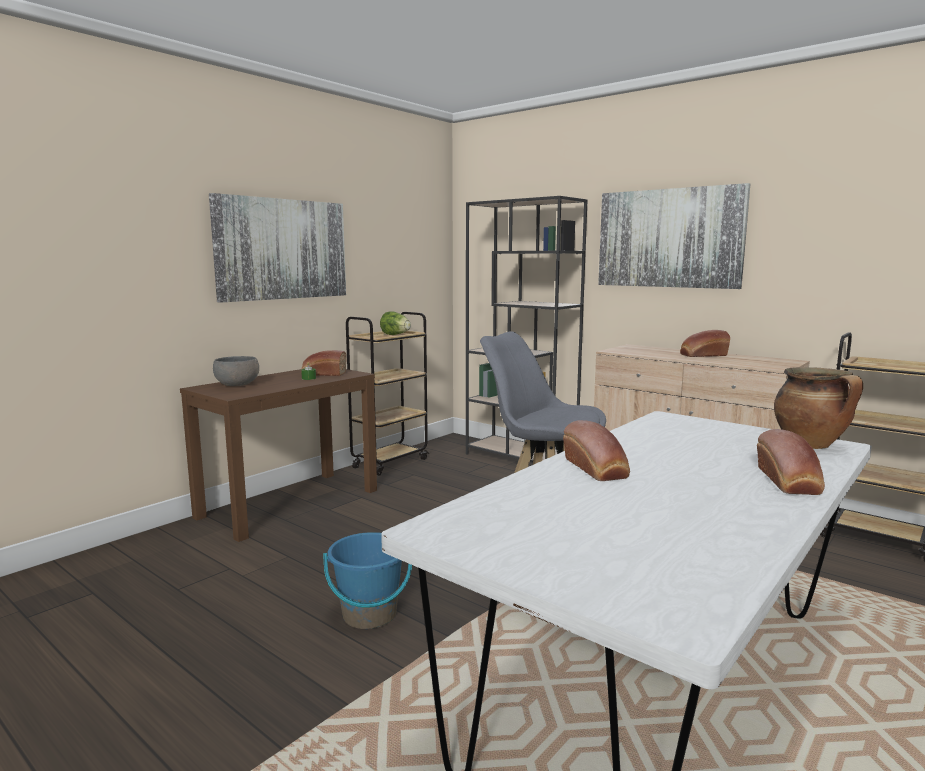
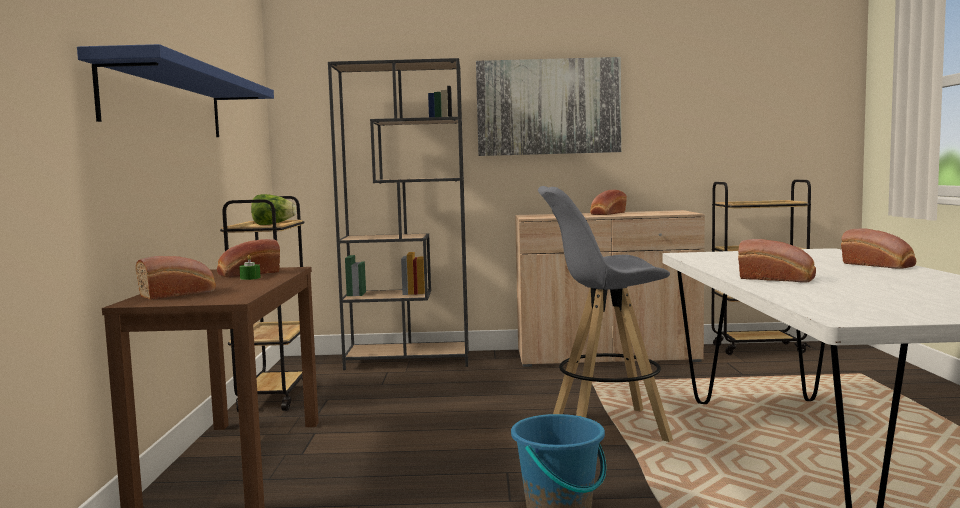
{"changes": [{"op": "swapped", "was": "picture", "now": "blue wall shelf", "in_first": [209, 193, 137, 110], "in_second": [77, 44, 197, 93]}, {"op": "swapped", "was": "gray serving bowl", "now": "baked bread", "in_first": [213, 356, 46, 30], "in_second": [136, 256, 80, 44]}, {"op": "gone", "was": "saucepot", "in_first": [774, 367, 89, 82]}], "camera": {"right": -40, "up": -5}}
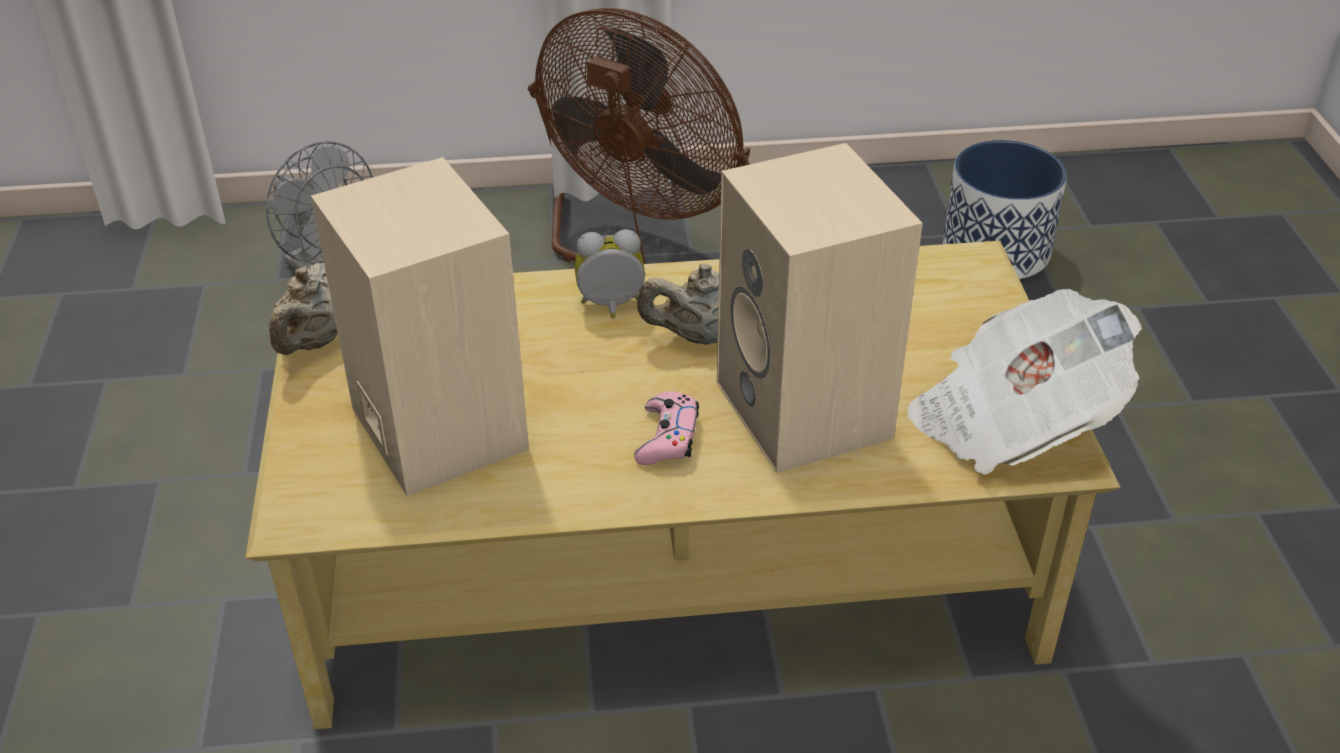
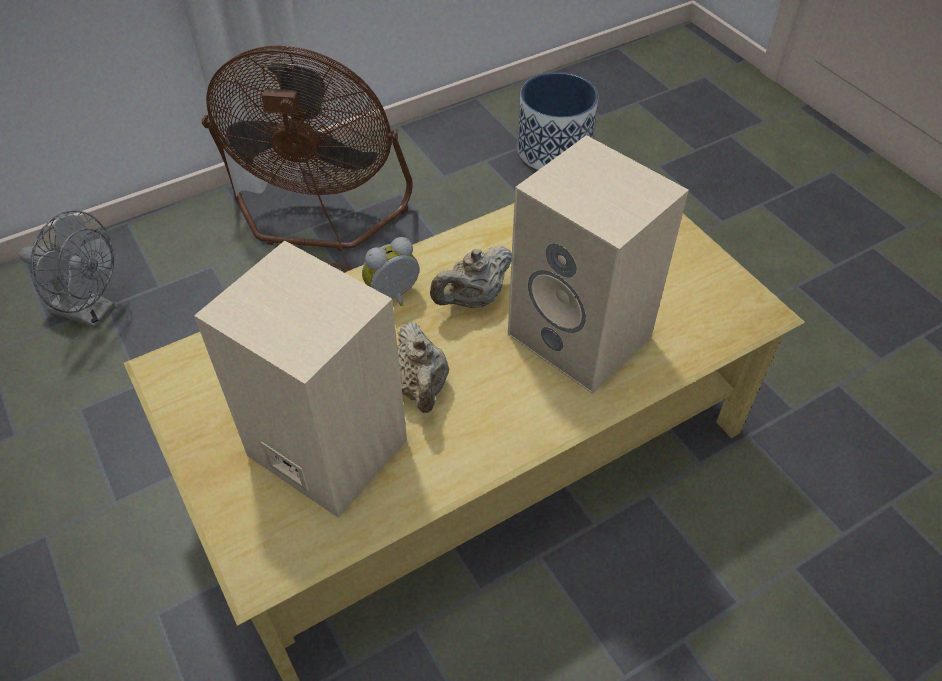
{"changes": [{"op": "shifted", "was": "sand-coloured pot for tea", "in_first": [269, 263, 69, 92], "in_second": [397, 322, 52, 91]}, {"op": "gone", "was": "pink-coloured game controller", "in_first": [634, 391, 65, 74]}, {"op": "gone", "was": "daily paper", "in_first": [908, 289, 234, 186]}], "camera": {"right": -25, "up": 10}}
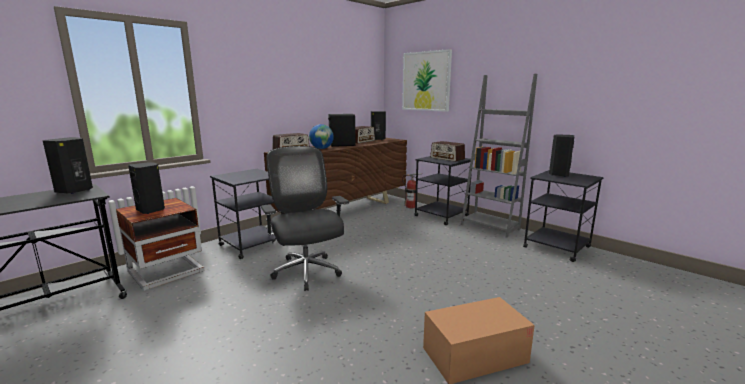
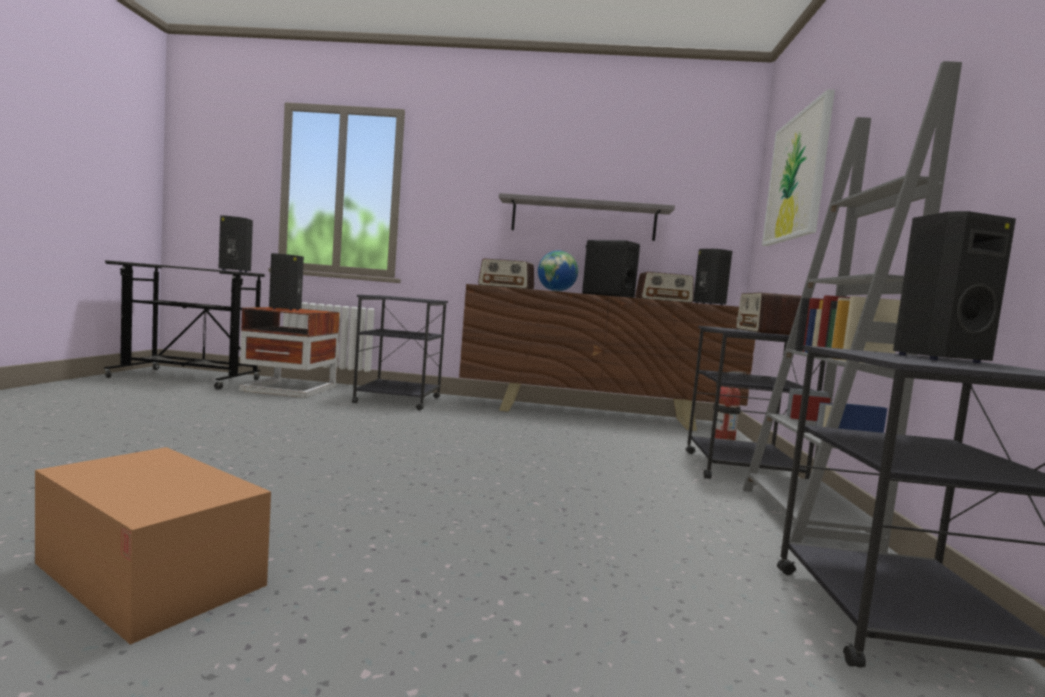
{"changes": [{"op": "gone", "was": "desk chair", "in_first": [261, 146, 88, 145]}, {"op": "new", "now": "gray wall shelf", "in_second": [499, 193, 176, 48]}], "camera": {"right": 50, "up": -10}}
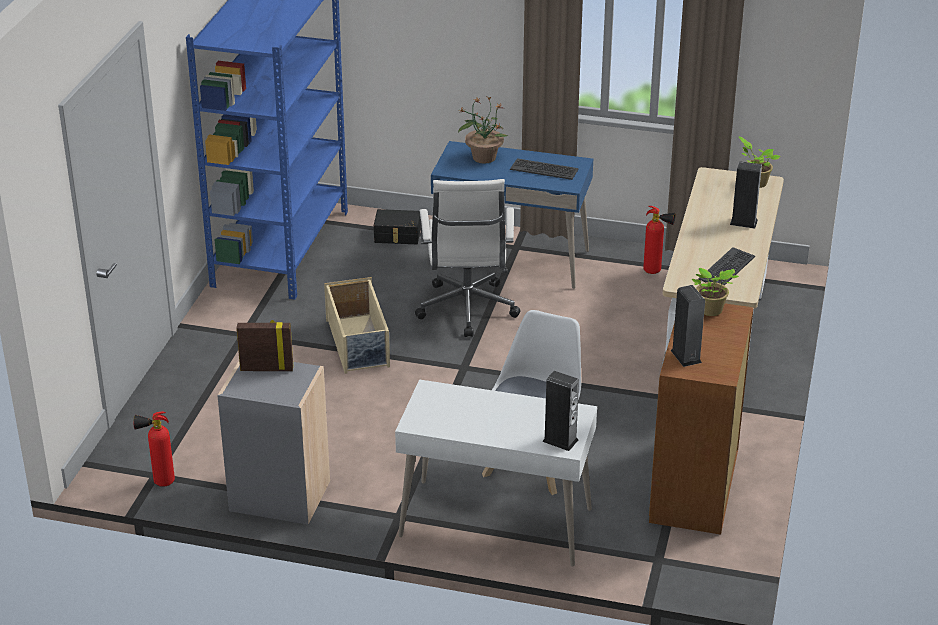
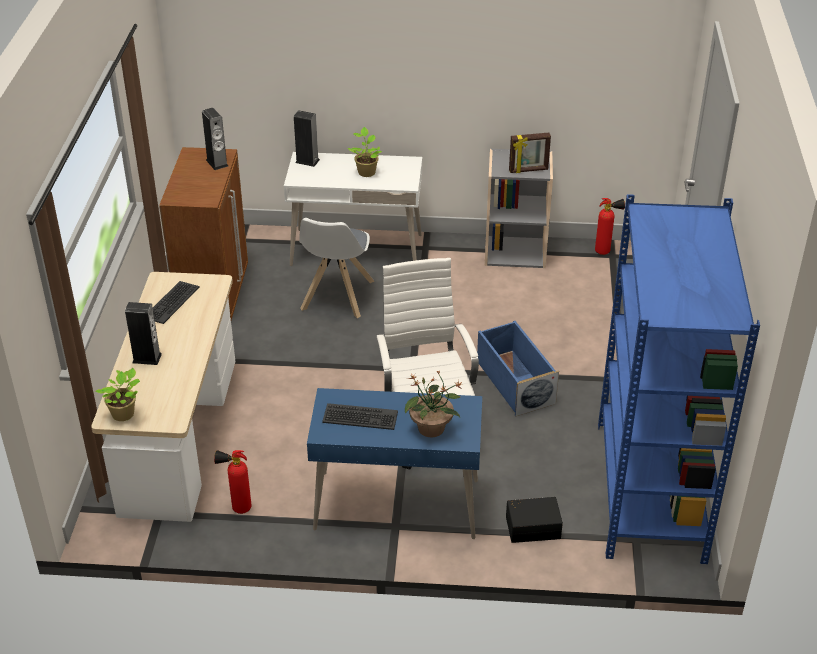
{"changes": [{"op": "repainted", "was": "sand-coloured storage bin", "now": "blue storage bin", "in_first": [324, 277, 66, 97], "in_second": [477, 321, 82, 96]}, {"op": "shifted", "was": "houseplant", "in_first": [692, 268, 47, 48], "in_second": [348, 127, 34, 50]}], "camera": {"right": 170, "up": 5}}
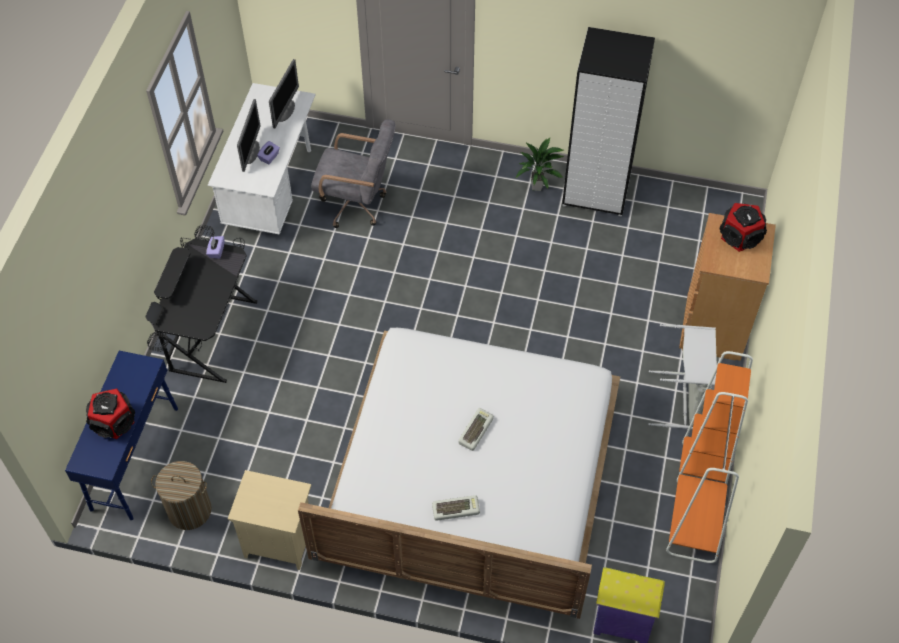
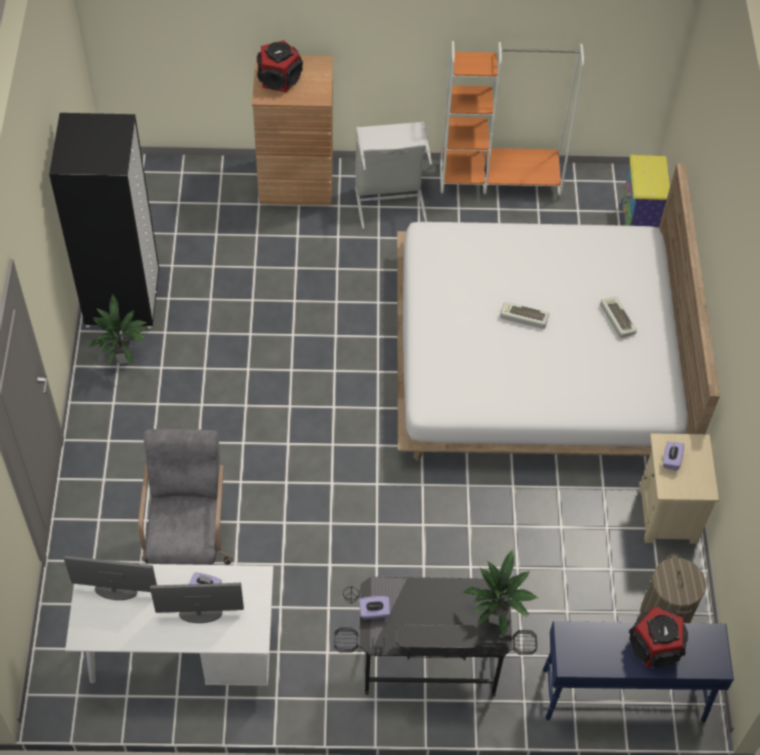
{"changes": [{"op": "new", "now": "houseplant", "in_second": [462, 549, 76, 88]}, {"op": "new", "now": "purple tissue holder", "in_second": [663, 442, 21, 29]}], "camera": {"right": -105, "up": 0}}
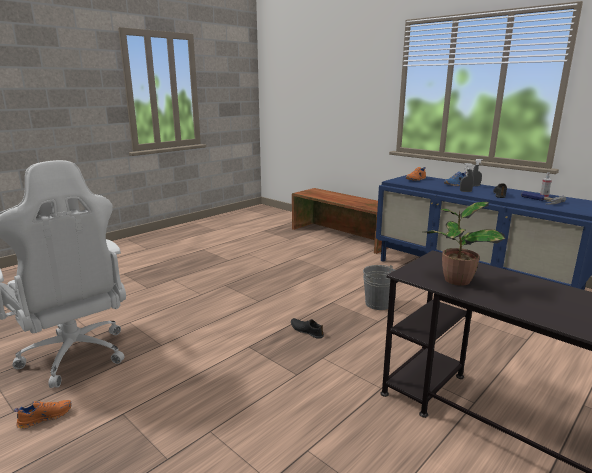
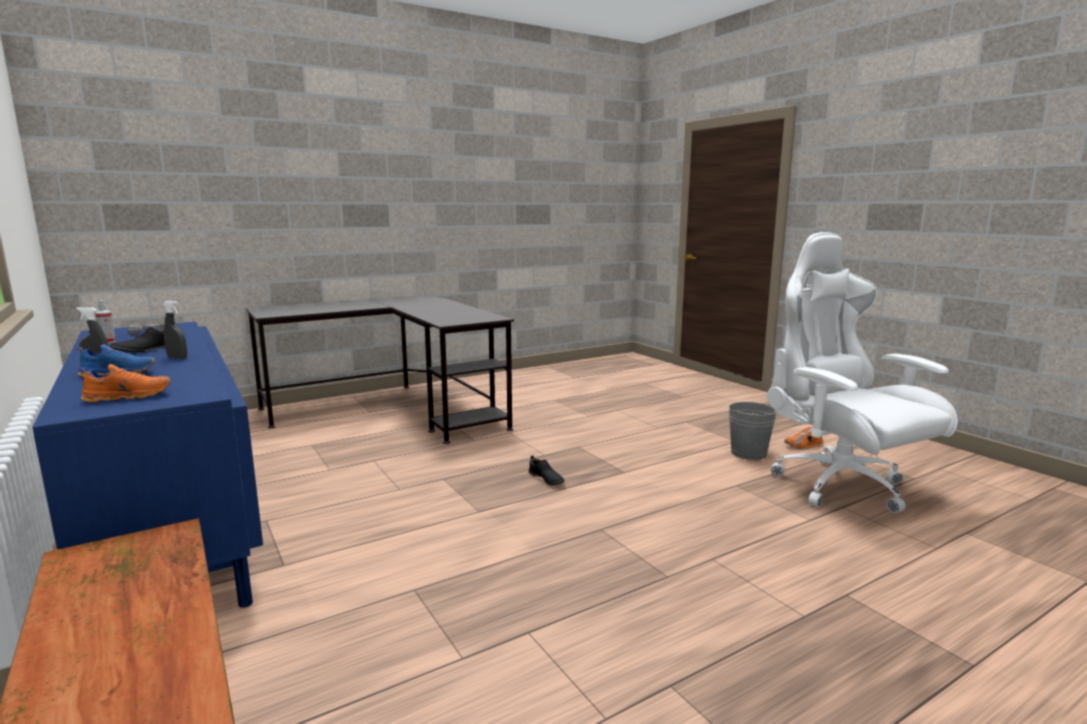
{"changes": [{"op": "shifted", "was": "gray bucket", "in_first": [363, 265, 32, 45], "in_second": [729, 402, 47, 58]}, {"op": "gone", "was": "houseplant", "in_first": [424, 202, 82, 84]}], "camera": {"right": -165, "up": -5}}
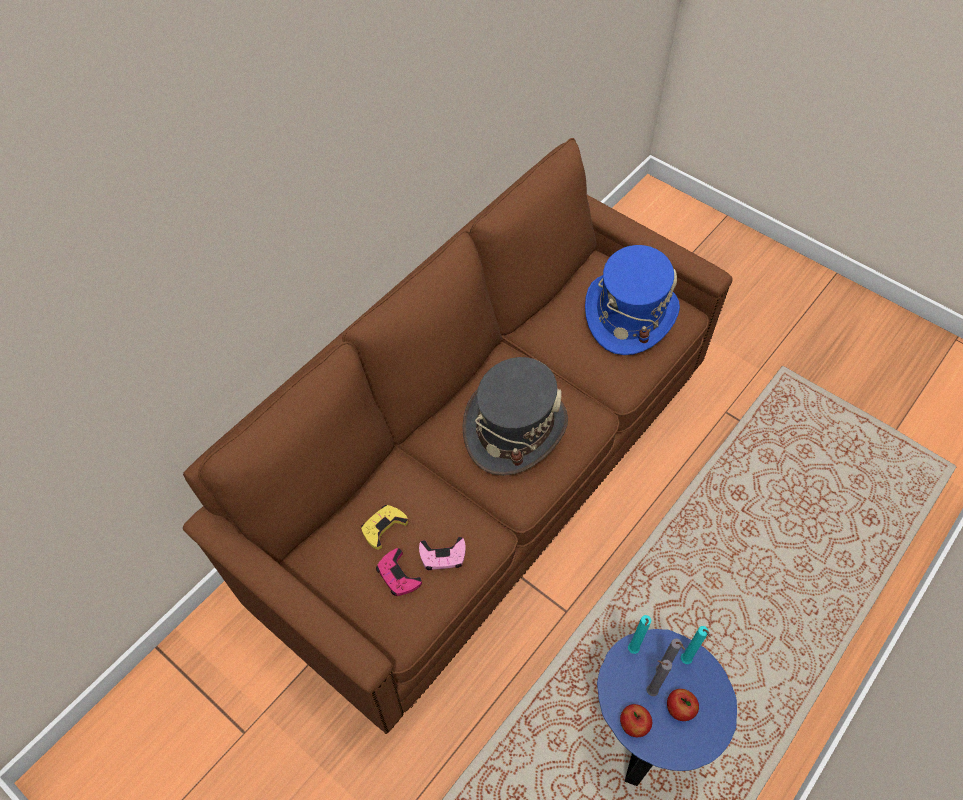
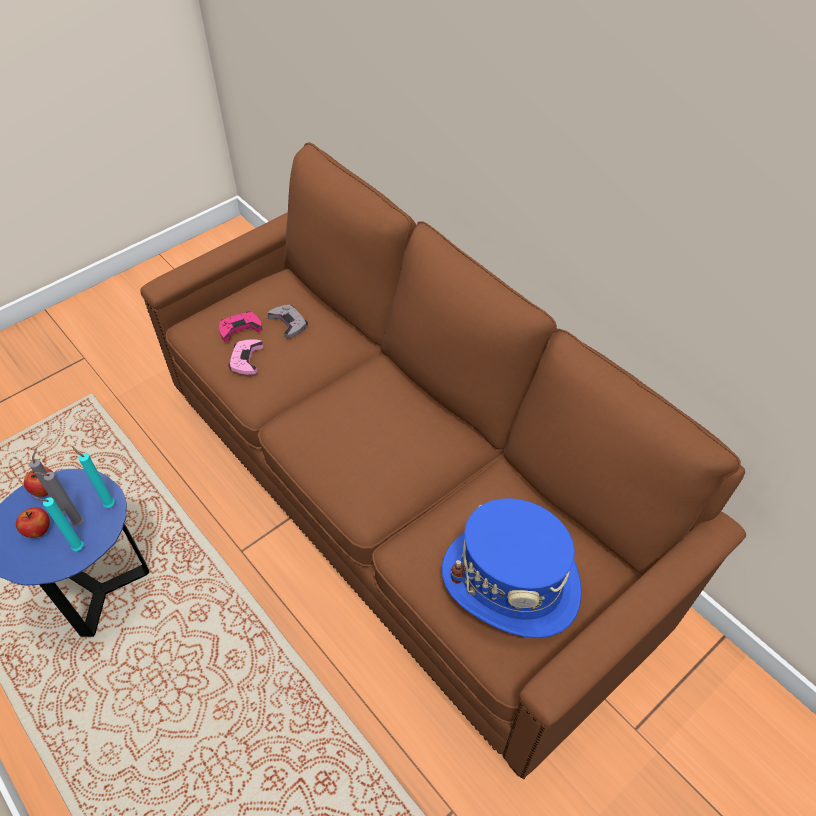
{"changes": [{"op": "repainted", "was": "yellowish game controller", "now": "gray game controller", "in_first": [361, 505, 47, 45], "in_second": [268, 305, 40, 34]}, {"op": "gone", "was": "gray hat", "in_first": [462, 357, 106, 119]}], "camera": {"right": 100, "up": -5}}
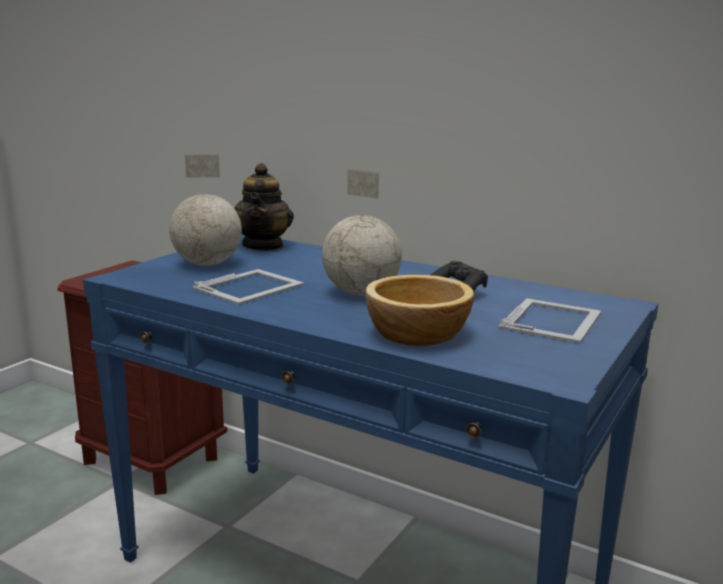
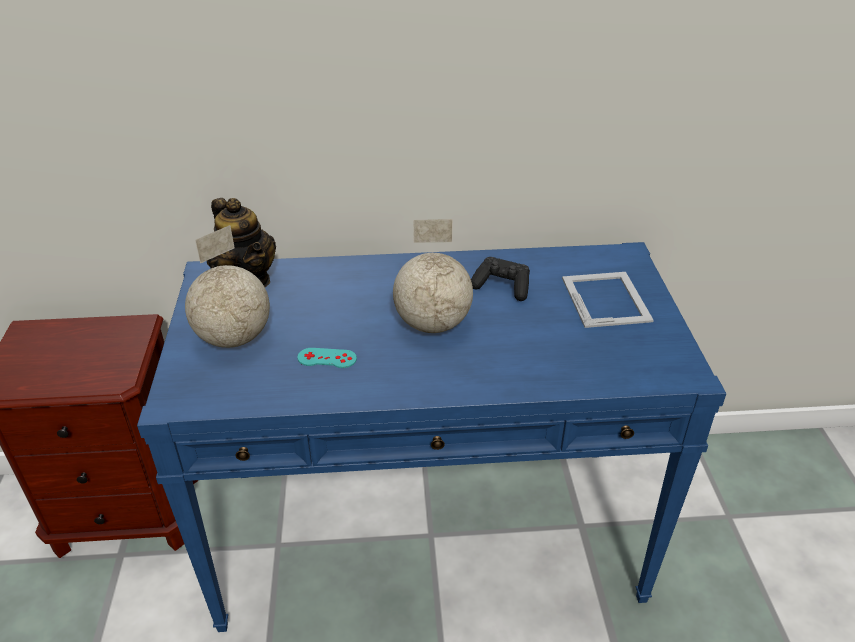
{"changes": [{"op": "swapped", "was": "picture frame", "now": "blue-green game controller", "in_first": [193, 269, 111, 36], "in_second": [297, 348, 60, 20]}, {"op": "gone", "was": "serving bowl", "in_first": [365, 275, 109, 71]}], "camera": {"right": -35, "up": 20}}
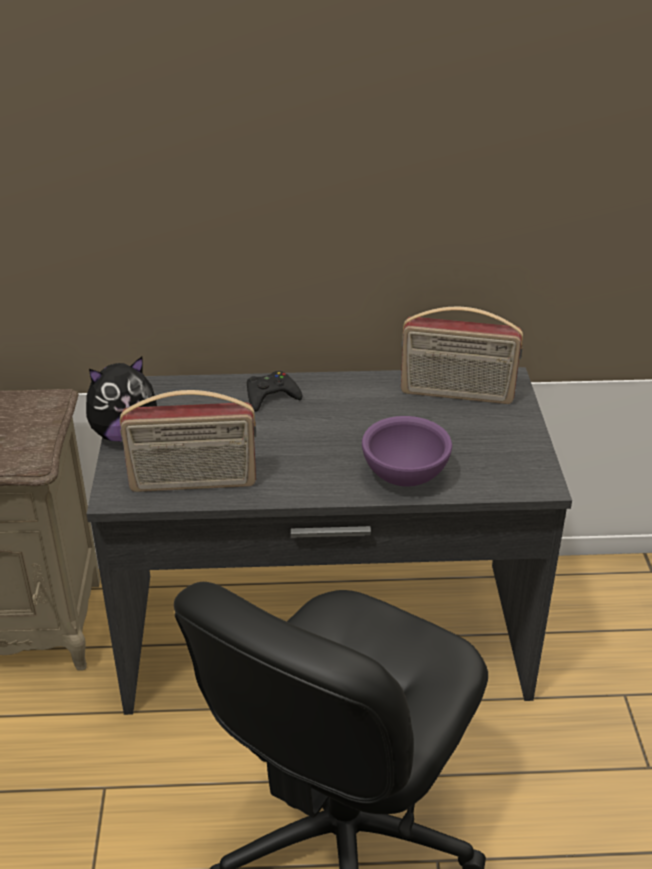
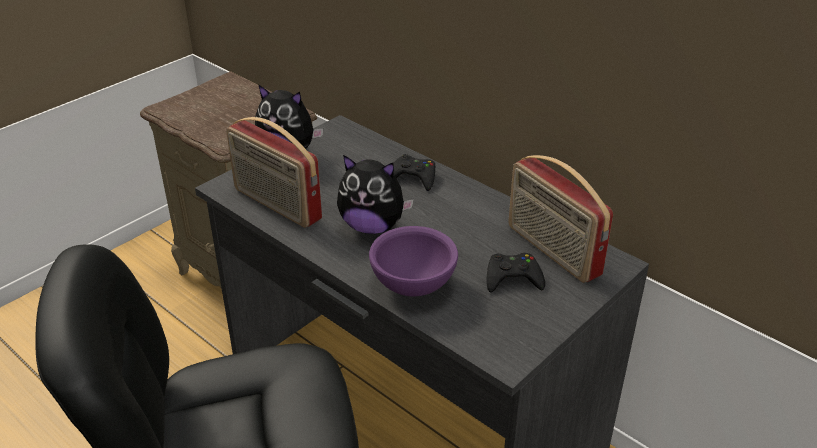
{"changes": [{"op": "new", "now": "plush toy", "in_second": [337, 155, 77, 79]}, {"op": "new", "now": "blackish game controller", "in_second": [486, 253, 59, 40]}], "camera": {"right": 45, "up": 0}}
